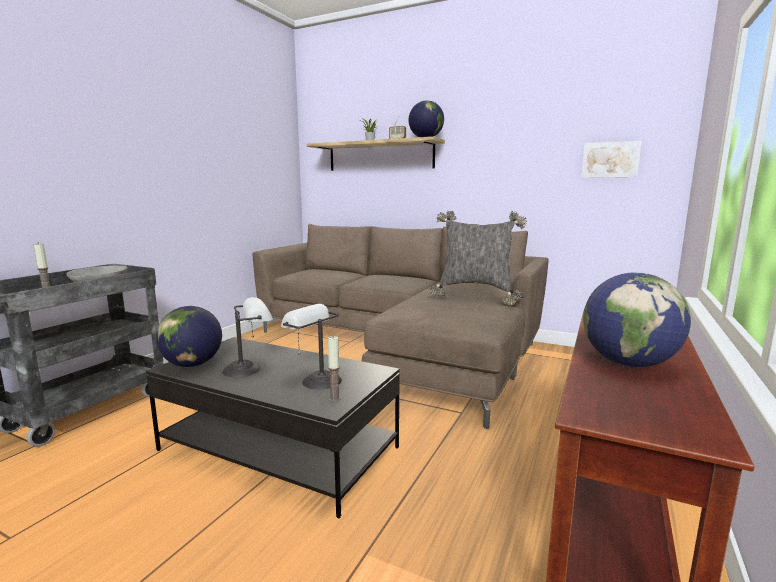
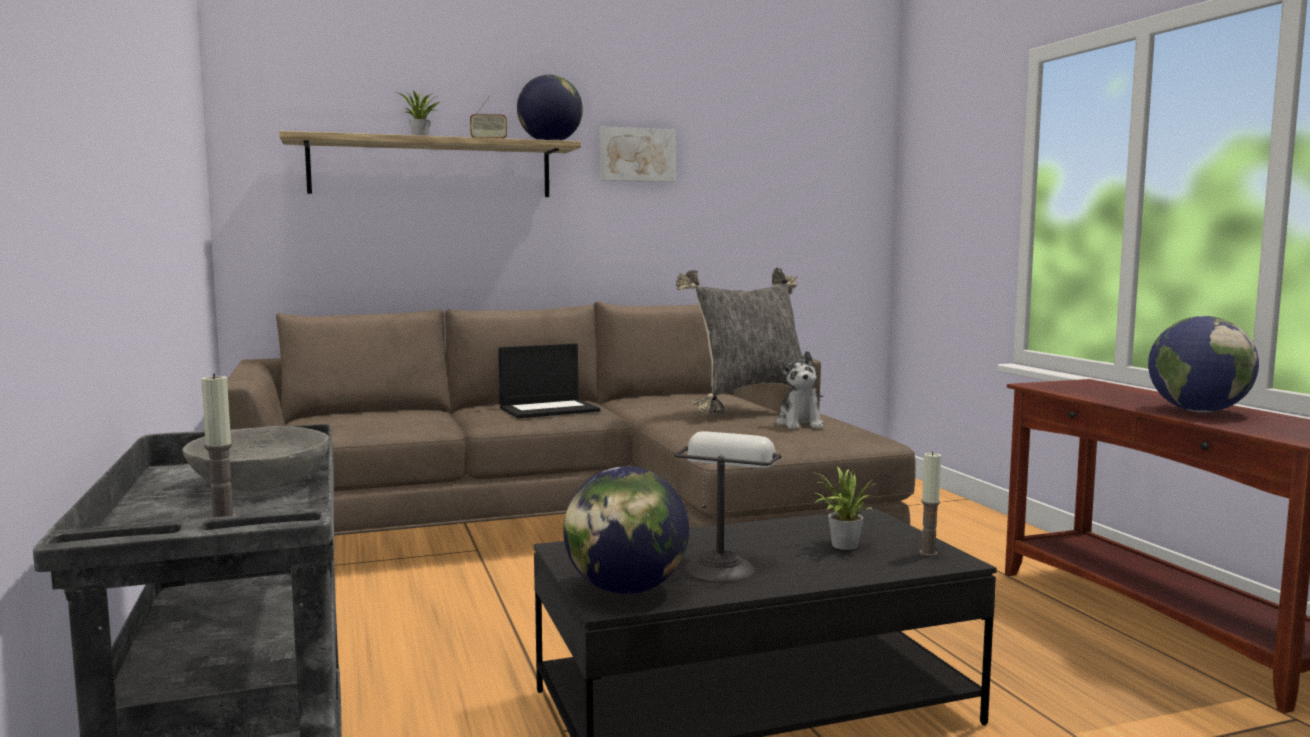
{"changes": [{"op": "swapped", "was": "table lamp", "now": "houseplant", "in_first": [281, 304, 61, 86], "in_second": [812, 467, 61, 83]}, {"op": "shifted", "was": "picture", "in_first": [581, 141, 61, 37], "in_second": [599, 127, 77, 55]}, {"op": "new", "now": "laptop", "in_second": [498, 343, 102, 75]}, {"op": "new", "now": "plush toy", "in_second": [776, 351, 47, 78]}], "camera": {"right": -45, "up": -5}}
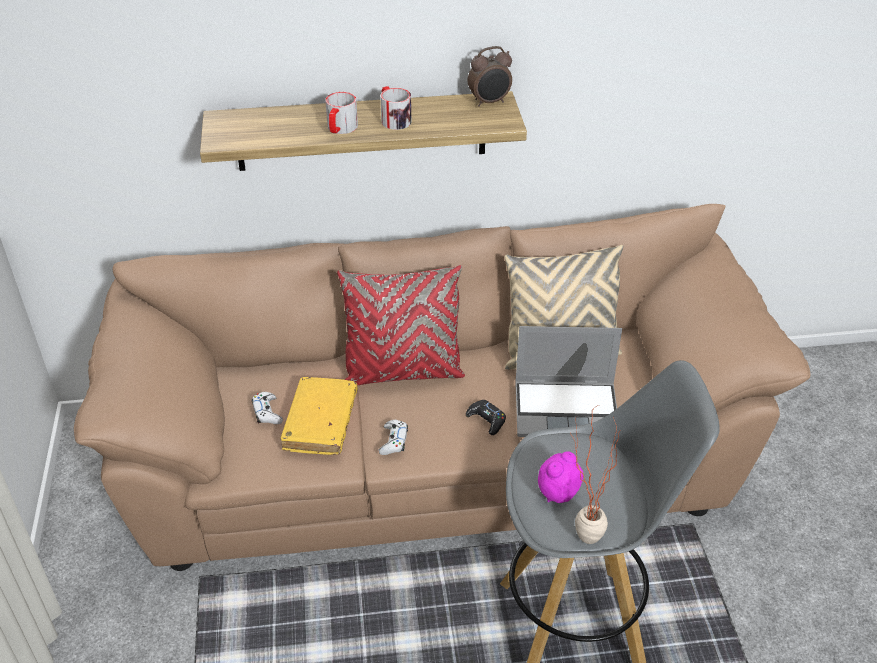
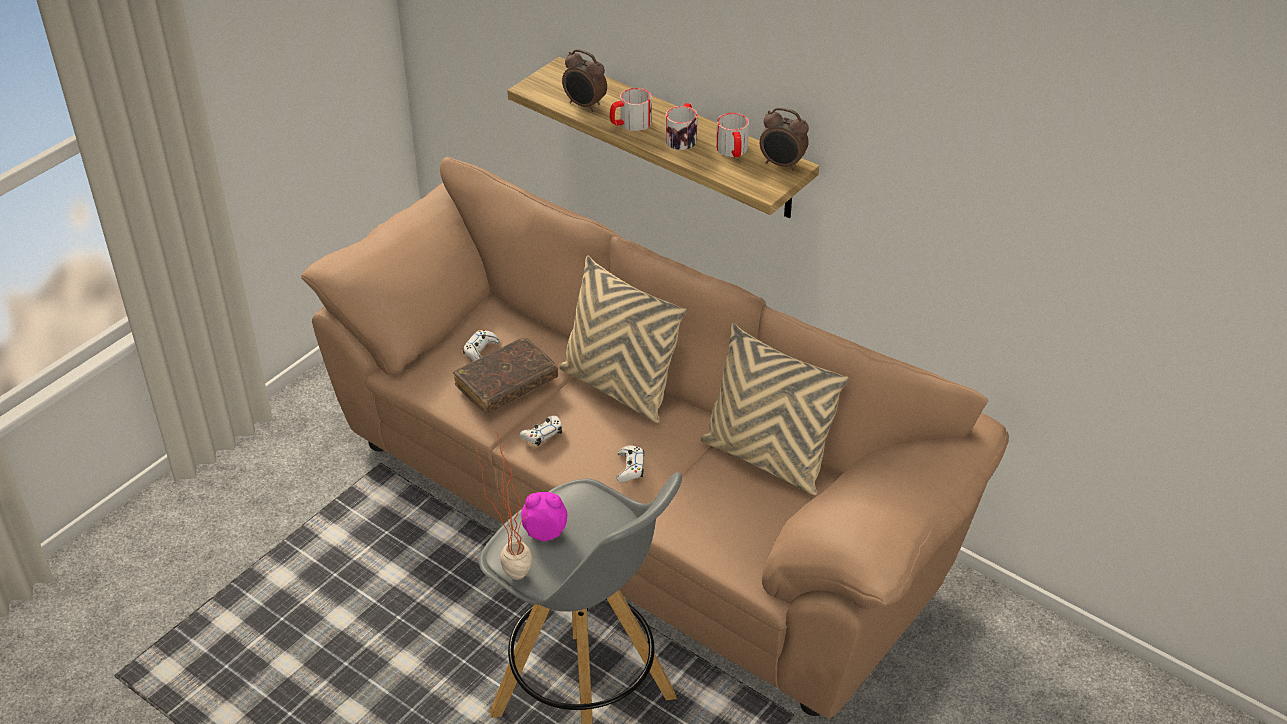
{"changes": [{"op": "repainted", "was": "yellowish volume", "now": "brown volume", "in_first": [281, 377, 76, 78], "in_second": [453, 337, 105, 76]}, {"op": "repainted", "was": "red pillow", "now": "sand-coloured pillow", "in_first": [337, 265, 128, 120], "in_second": [559, 256, 128, 167]}, {"op": "repainted", "was": "blackish game controller", "now": "white-coloured game controller", "in_first": [466, 400, 40, 35], "in_second": [616, 445, 28, 37]}, {"op": "gone", "was": "laptop", "in_first": [515, 326, 107, 111]}, {"op": "new", "now": "table clock", "in_second": [562, 49, 45, 63]}, {"op": "new", "now": "coffee mug", "in_second": [716, 113, 33, 44]}], "camera": {"right": 45, "up": 0}}
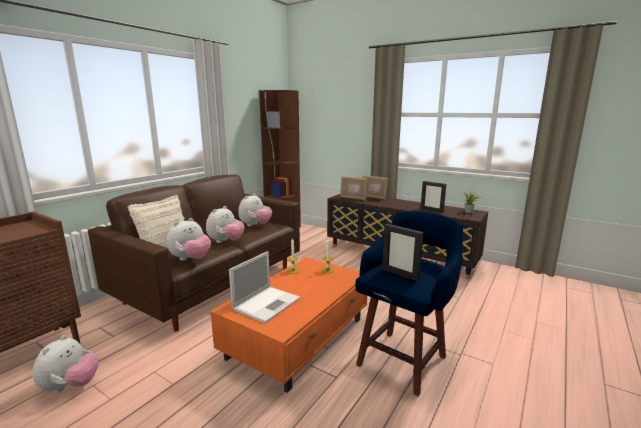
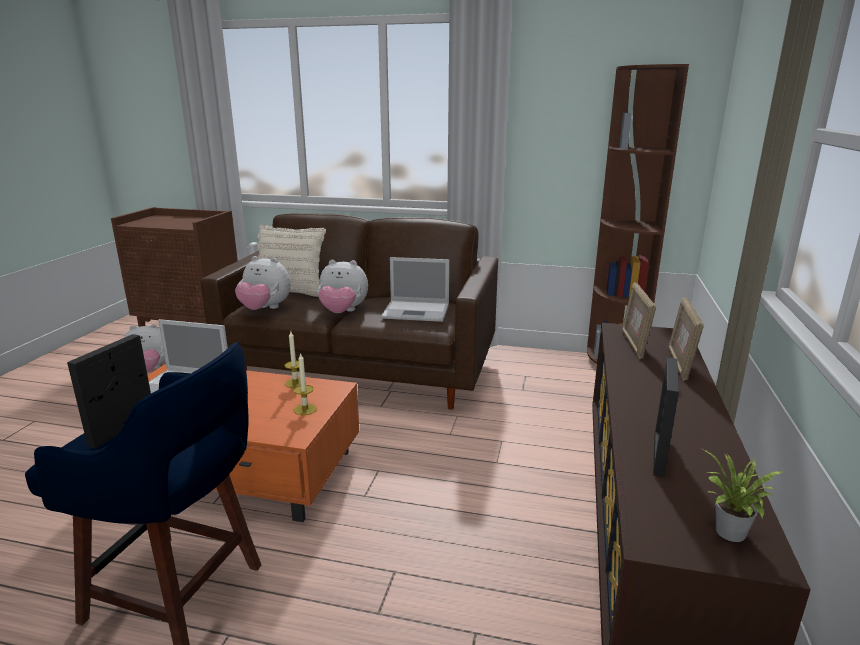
{"changes": [{"op": "swapped", "was": "plush toy", "now": "laptop", "in_first": [238, 193, 34, 34], "in_second": [381, 257, 68, 65]}], "camera": {"right": 70, "up": 5}}
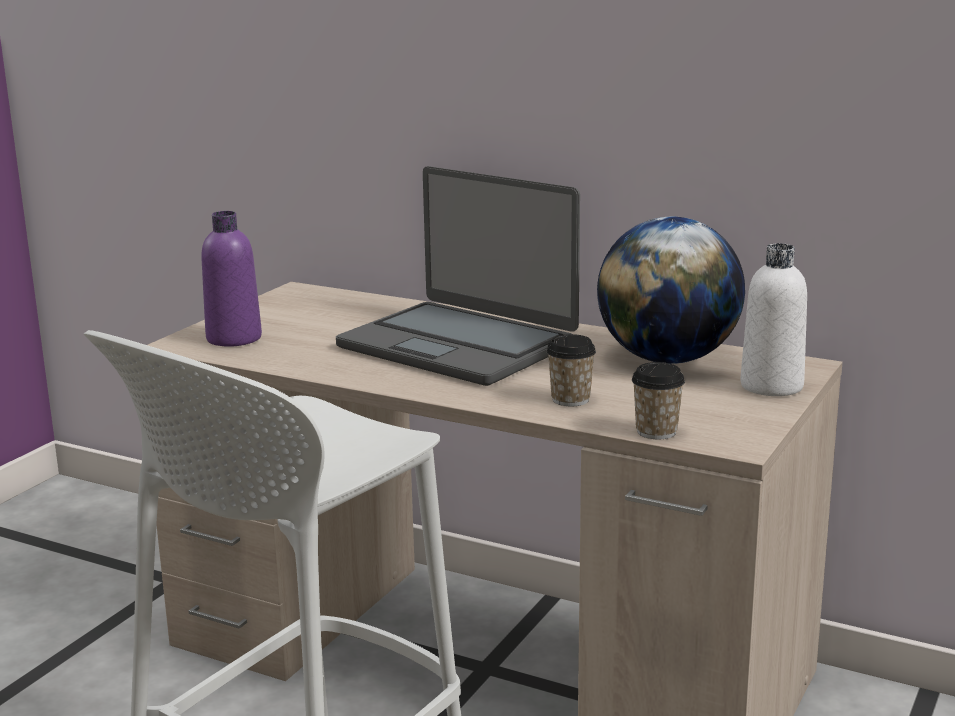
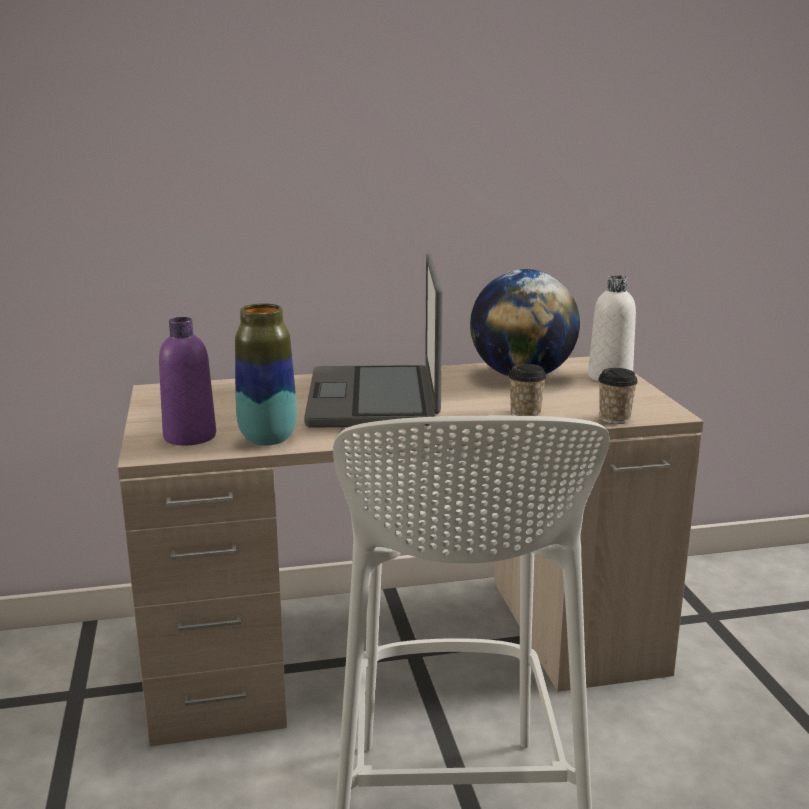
{"changes": [{"op": "rotated", "was": "laptop", "in_first": [336, 166, 244, 220], "in_second": [304, 254, 139, 174], "clockwise": 90}, {"op": "new", "now": "decorative vase", "in_second": [235, 303, 62, 143]}], "camera": {"right": -40, "up": 0}}
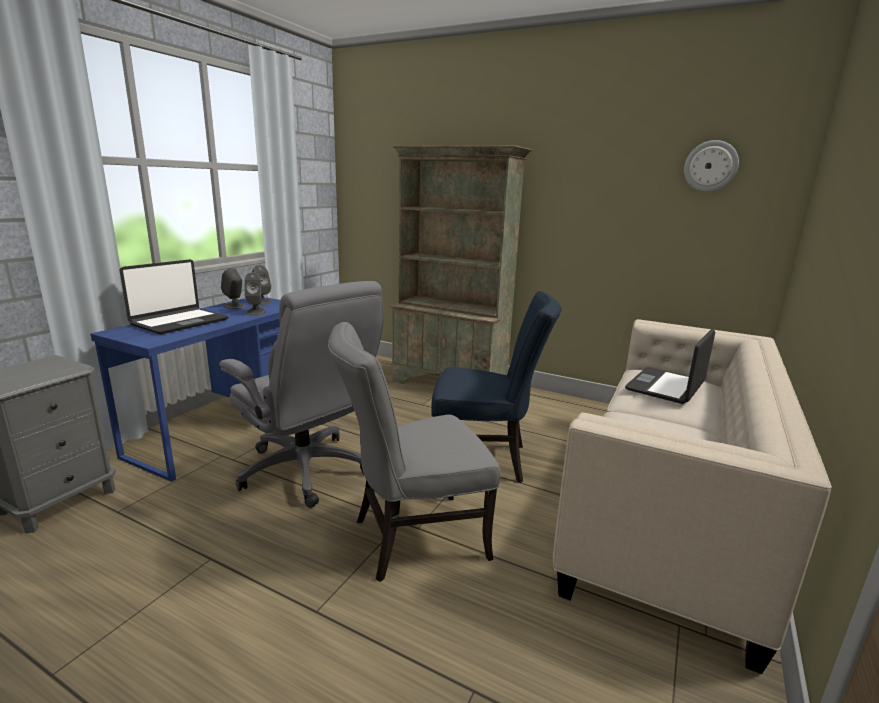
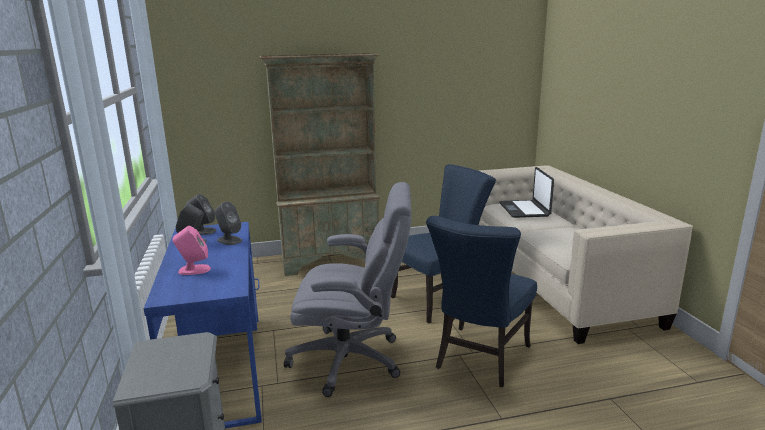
{"changes": [{"op": "swapped", "was": "laptop", "now": "pink-coloured loudspeaker", "in_first": [119, 259, 109, 75], "in_second": [172, 226, 39, 49]}, {"op": "repainted", "was": "gray plain chair", "now": "blue plain chair", "in_first": [328, 322, 172, 260], "in_second": [426, 216, 111, 171]}, {"op": "gone", "was": "wall clock", "in_first": [684, 140, 55, 52]}], "camera": {"right": -40, "up": 0}}
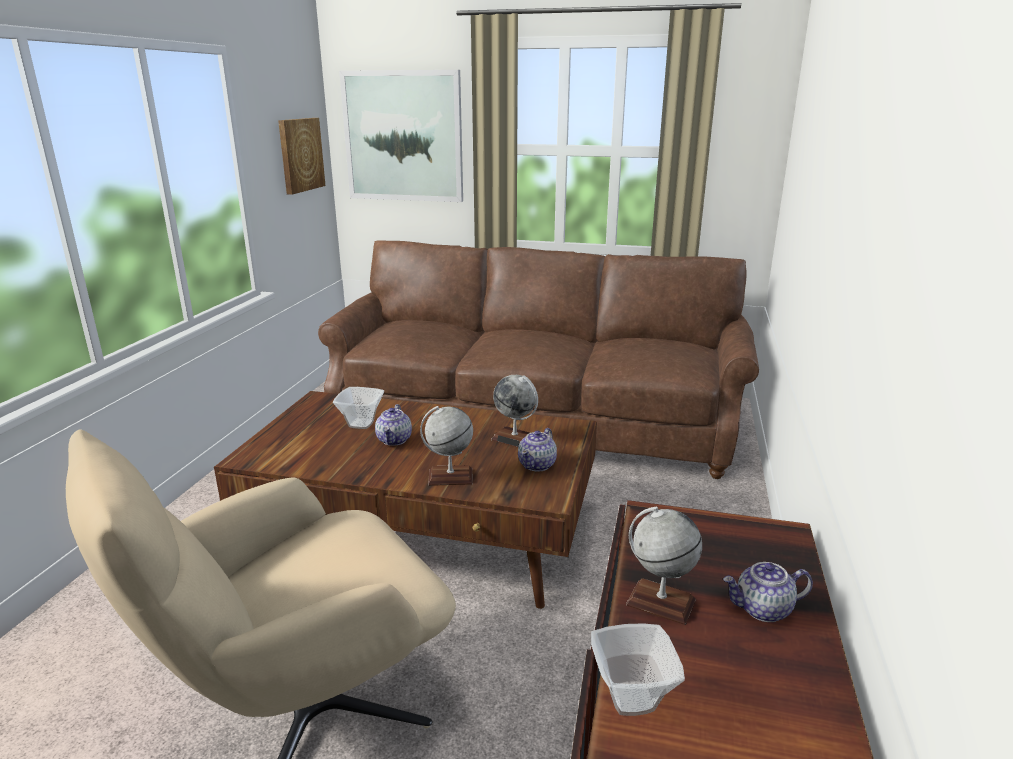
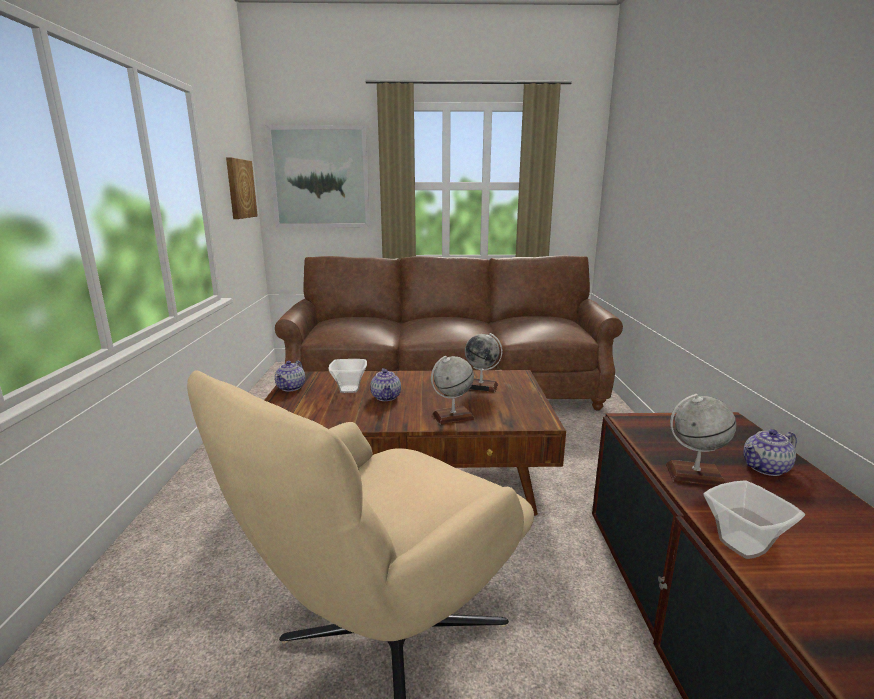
{"changes": [{"op": "shifted", "was": "pot for tea", "in_first": [518, 428, 39, 44], "in_second": [275, 361, 30, 30]}], "camera": {"right": -15, "up": -5}}
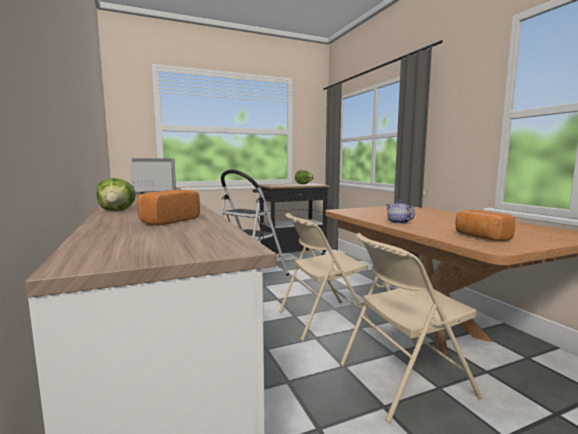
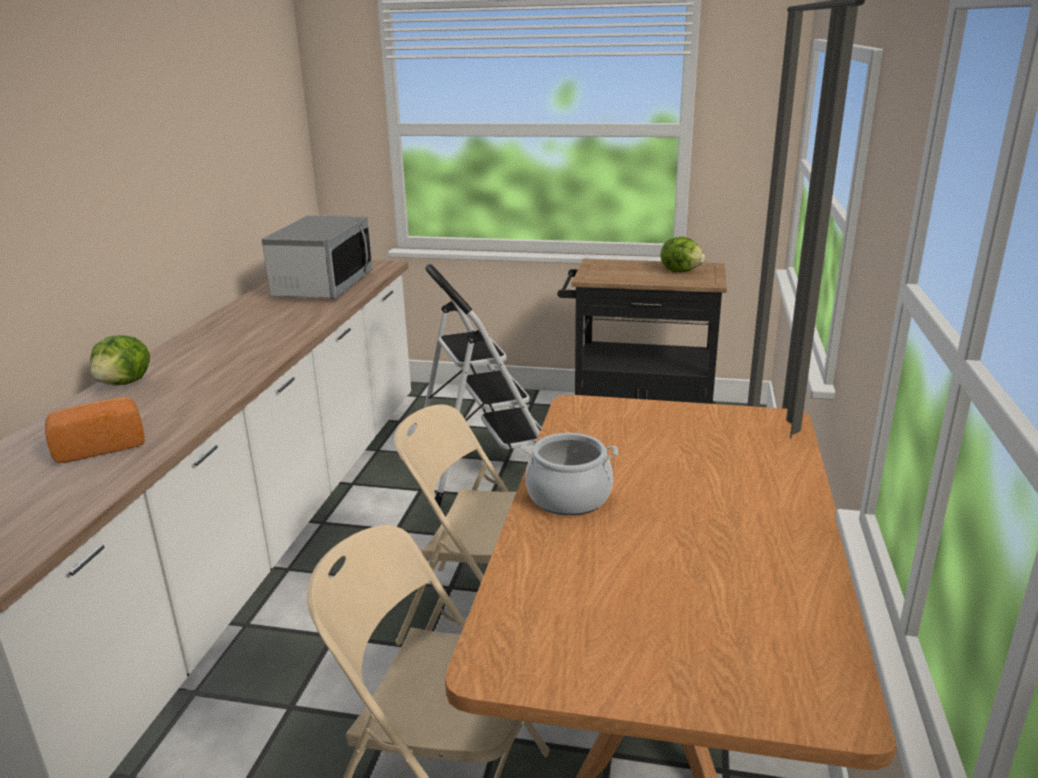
{"changes": [{"op": "swapped", "was": "pot for tea", "now": "saucepot", "in_first": [386, 200, 29, 24], "in_second": [521, 433, 97, 82]}, {"op": "gone", "was": "baked bread", "in_first": [456, 210, 60, 31]}], "camera": {"right": 35, "up": 15}}
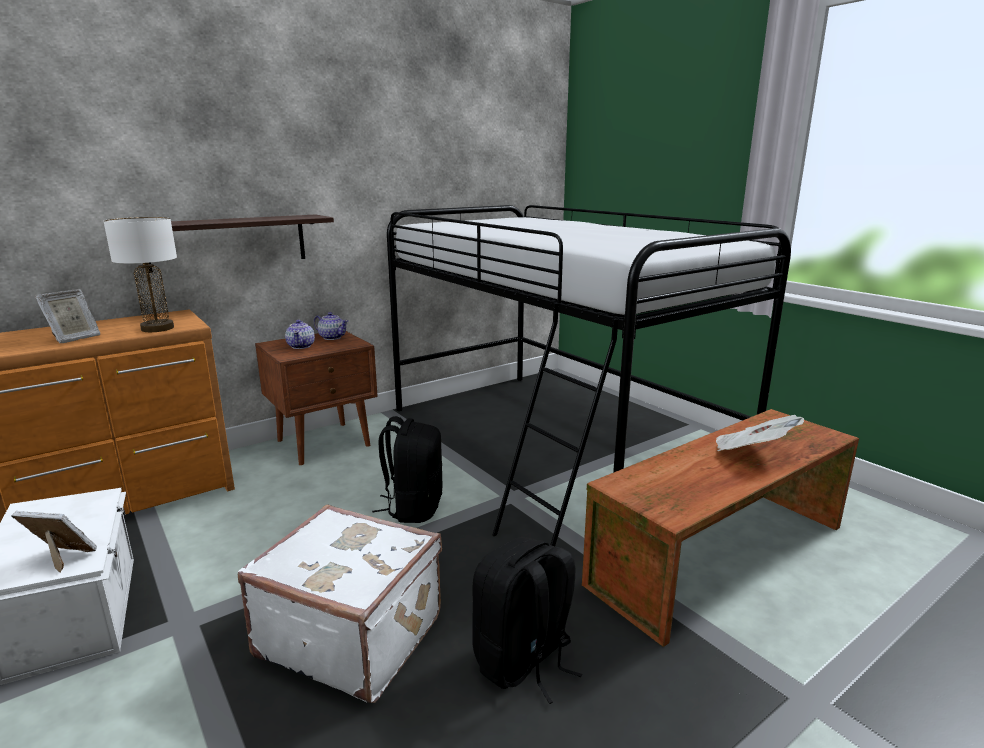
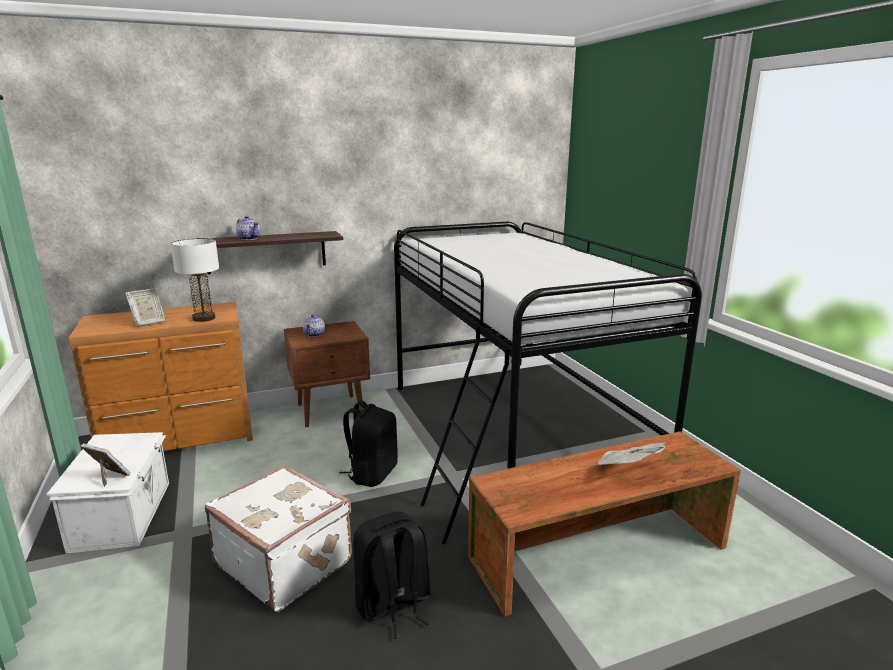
{"changes": [{"op": "shifted", "was": "pot for tea", "in_first": [314, 312, 34, 28], "in_second": [236, 216, 25, 24]}], "camera": {"right": 15, "up": 0}}
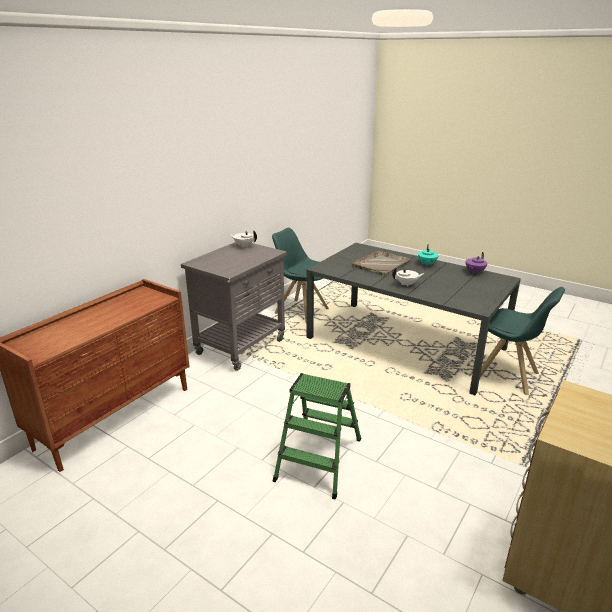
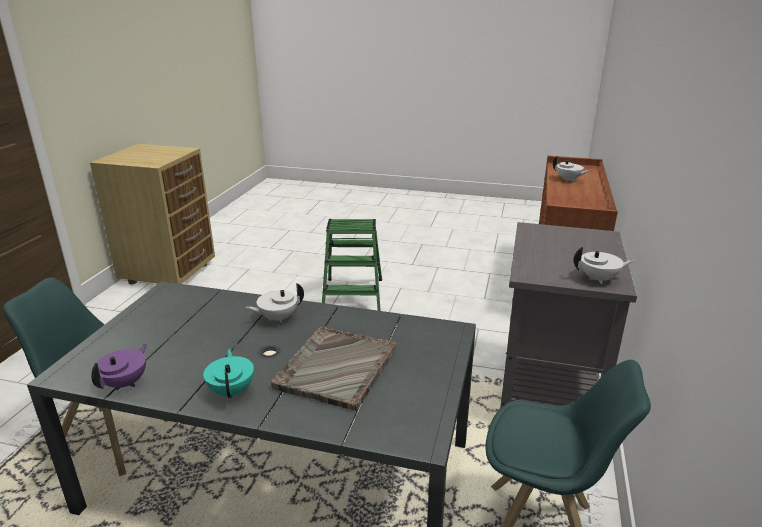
{"changes": [{"op": "new", "now": "white-coloured pot for tea", "in_second": [553, 156, 37, 25]}], "camera": {"right": 160, "up": 0}}
